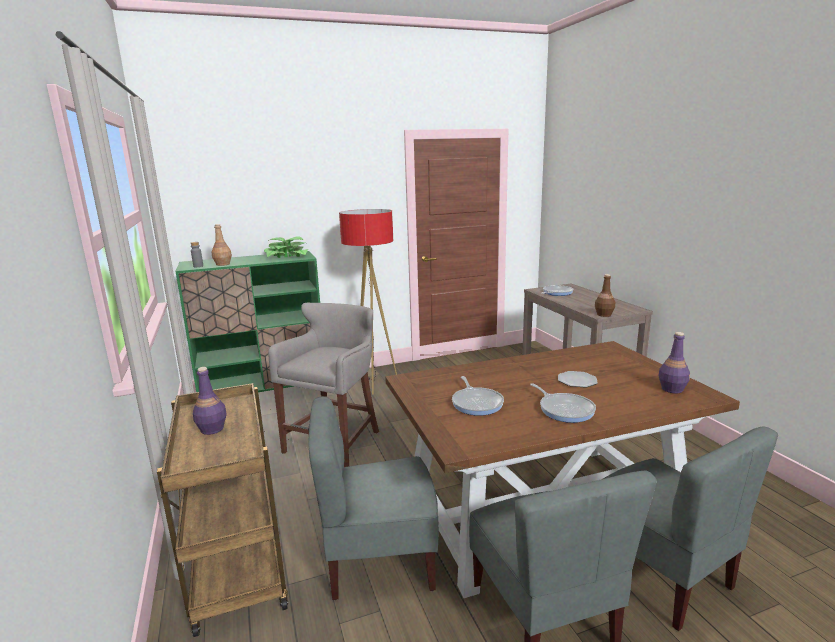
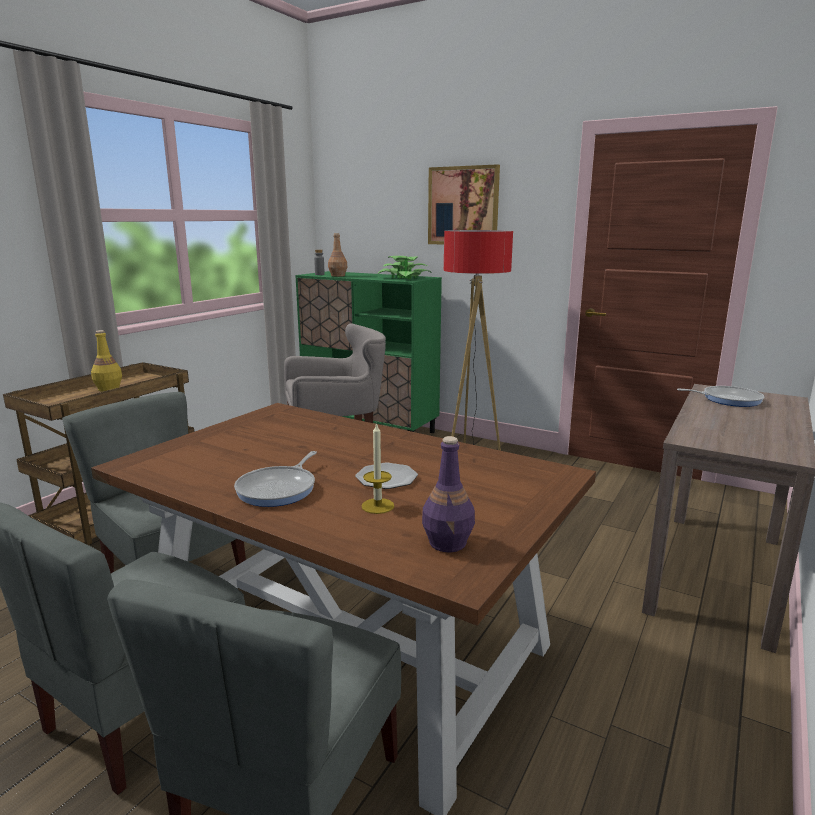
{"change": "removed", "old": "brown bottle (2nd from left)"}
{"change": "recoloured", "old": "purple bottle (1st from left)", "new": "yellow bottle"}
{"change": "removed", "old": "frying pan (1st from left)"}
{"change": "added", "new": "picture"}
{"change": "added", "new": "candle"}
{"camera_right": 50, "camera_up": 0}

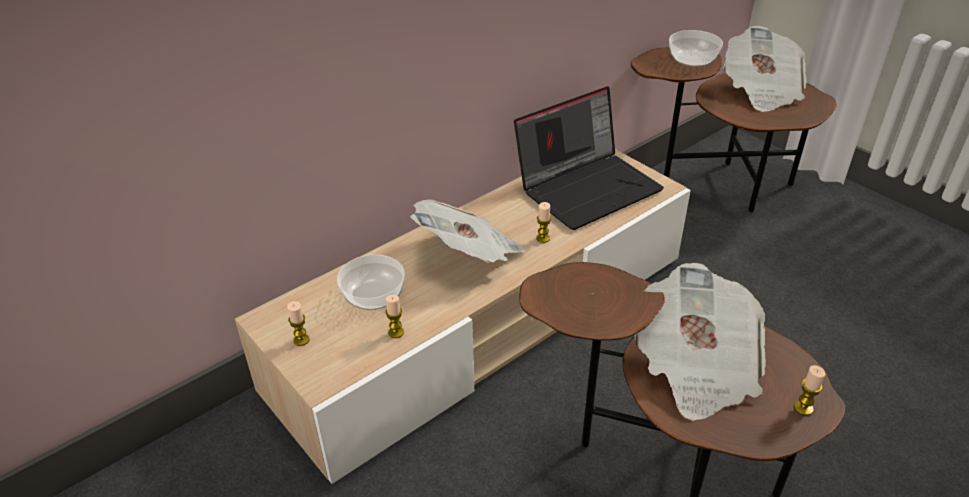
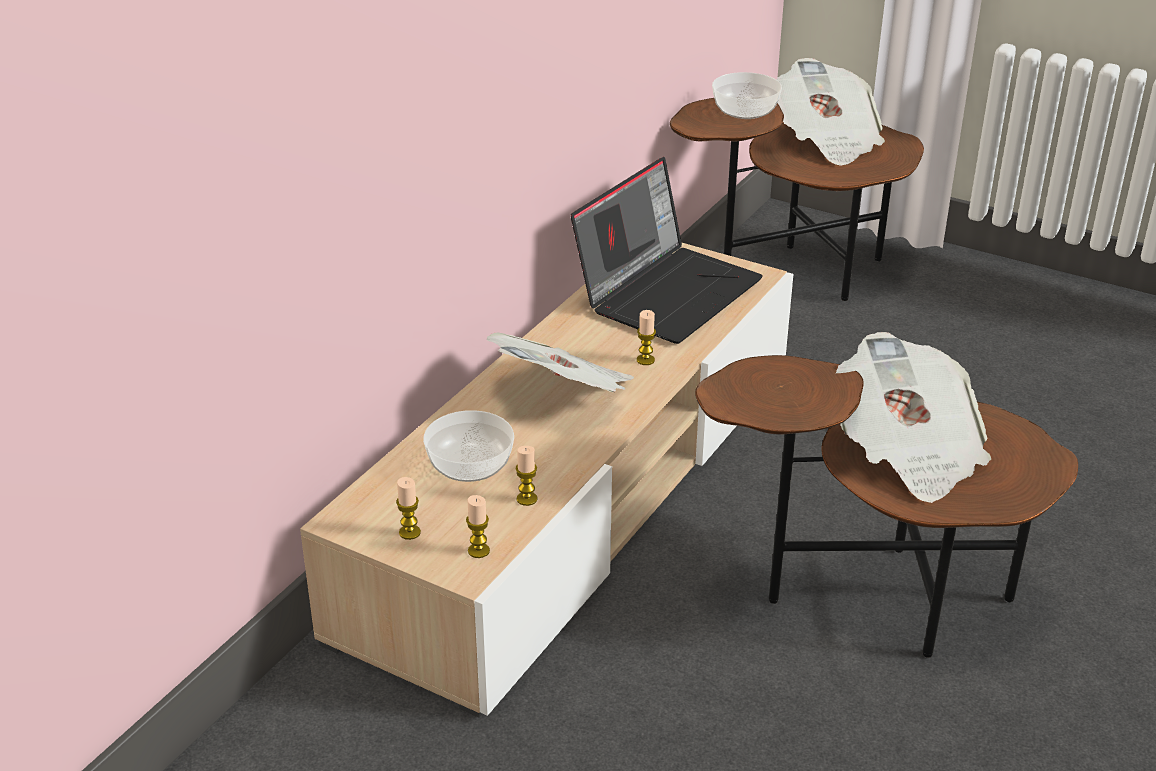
{"change": "moved", "old": "candle (4th from left in the first image)", "new": "candle (2nd from left)"}
{"camera_right": -20, "camera_up": -5}

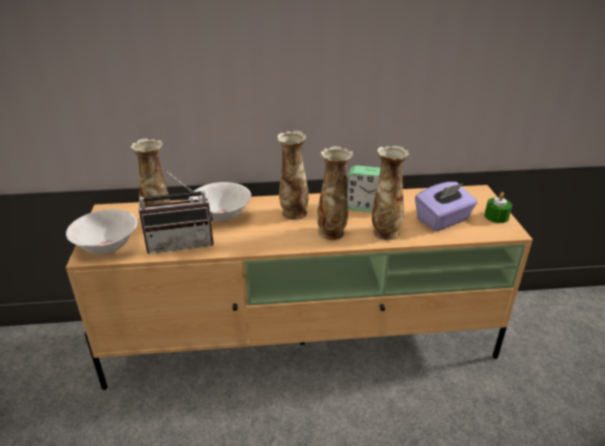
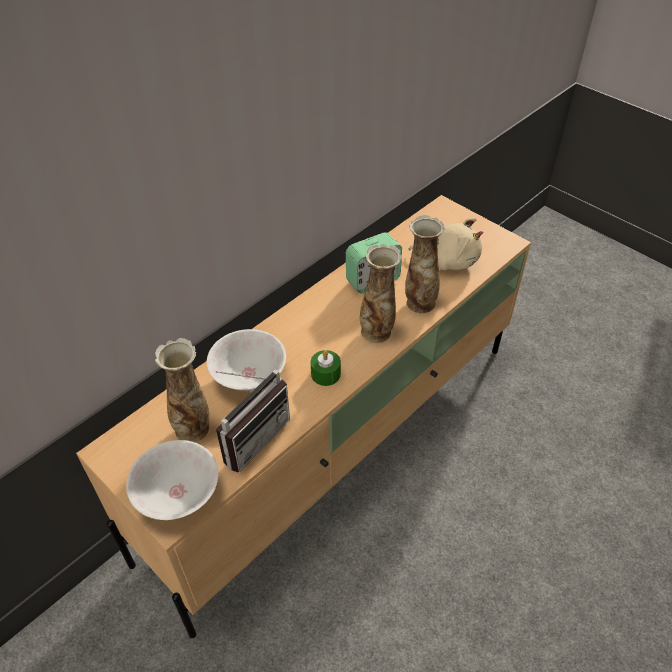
{"change": "removed", "old": "vase (2nd from left)"}
{"change": "replaced", "old": "purple tissue box", "new": "beige plush toy"}
{"change": "moved", "old": "green candle"}
{"camera_right": -40, "camera_up": 15}

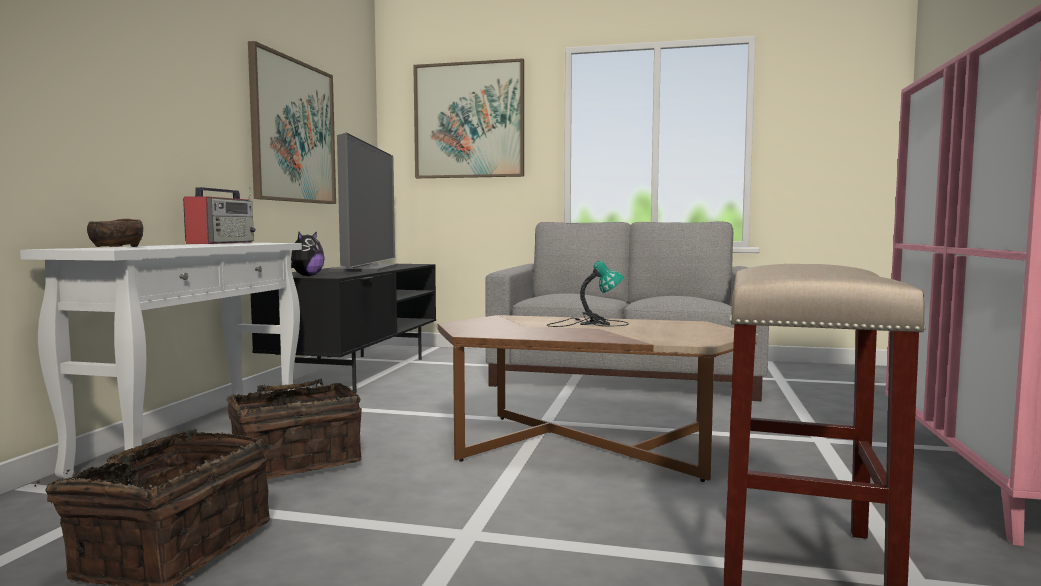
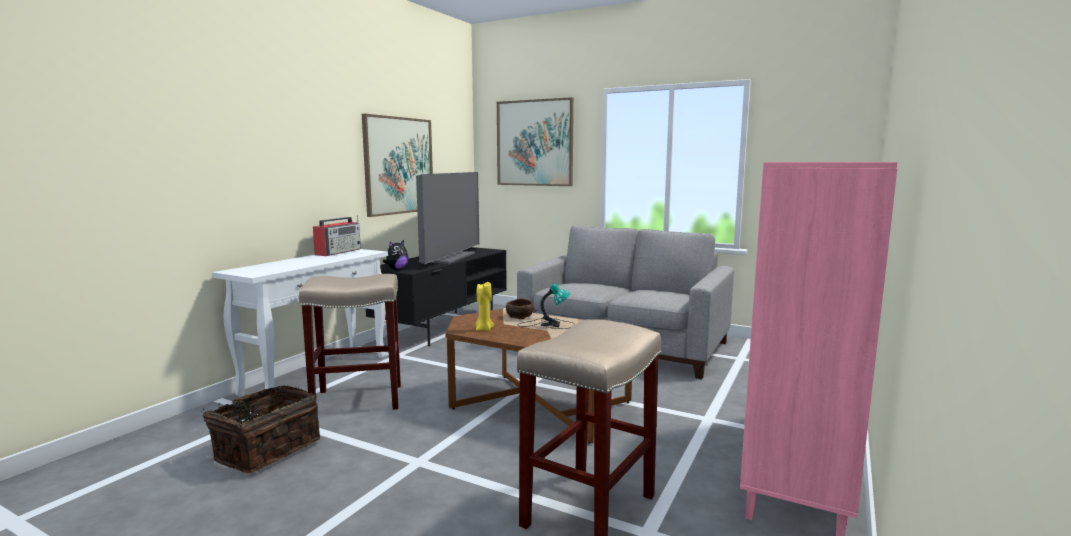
{"change": "moved", "old": "brown bowl"}
{"change": "replaced", "old": "basket (2nd from left)", "new": "beige stool (1st from left)"}
{"change": "added", "new": "yellow candle"}
{"camera_right": 15, "camera_up": 5}

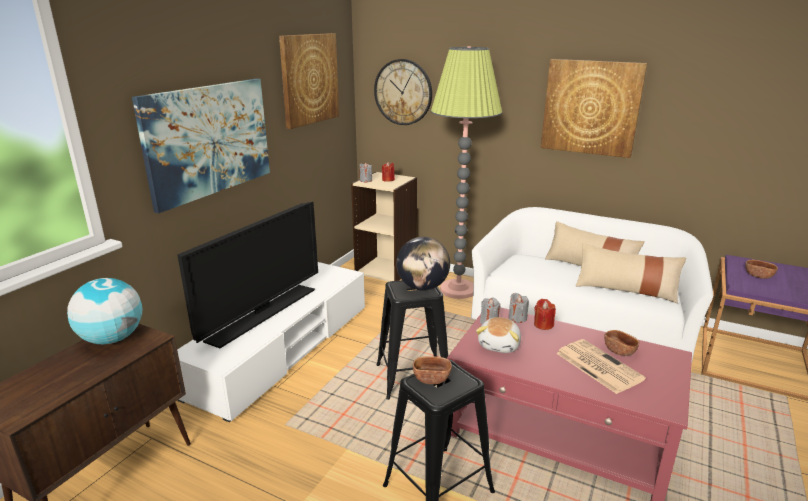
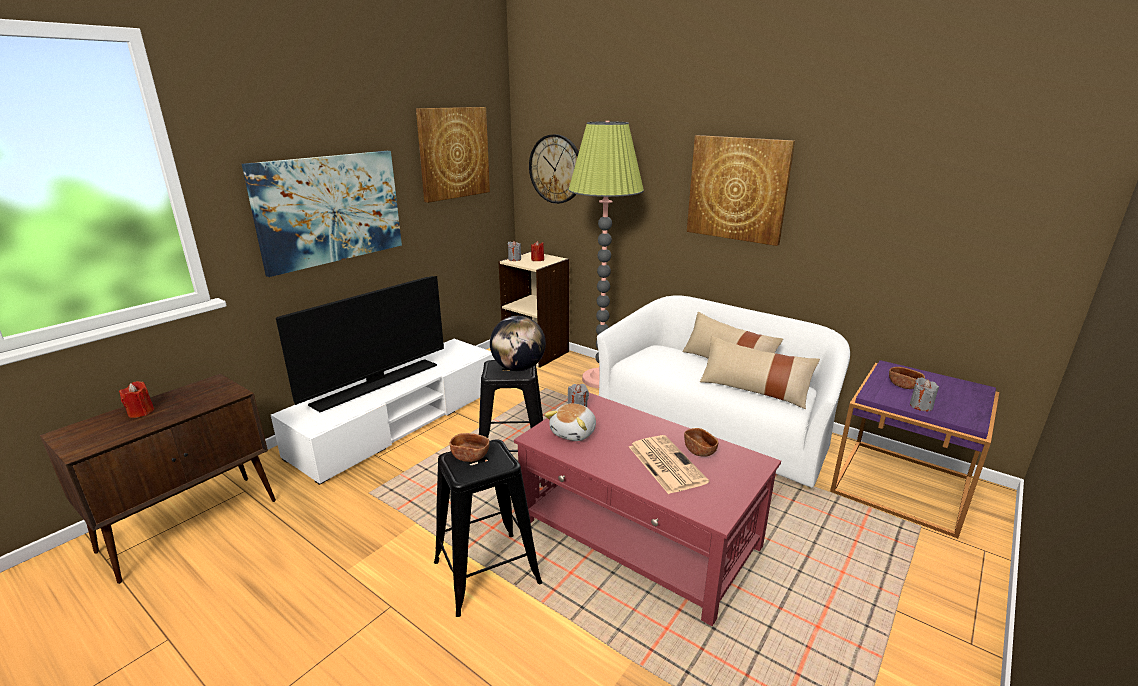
{"change": "removed", "old": "globe (1st from left)"}
{"change": "moved", "old": "grey candle (3rd from left)"}
{"change": "moved", "old": "red candle (2nd from left in the first image)", "new": "red candle (1st from left)"}
{"camera_right": 10, "camera_up": 0}

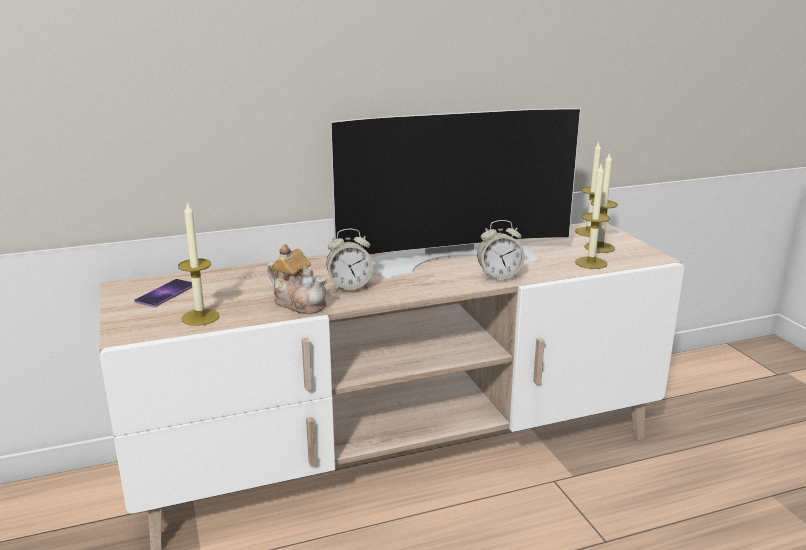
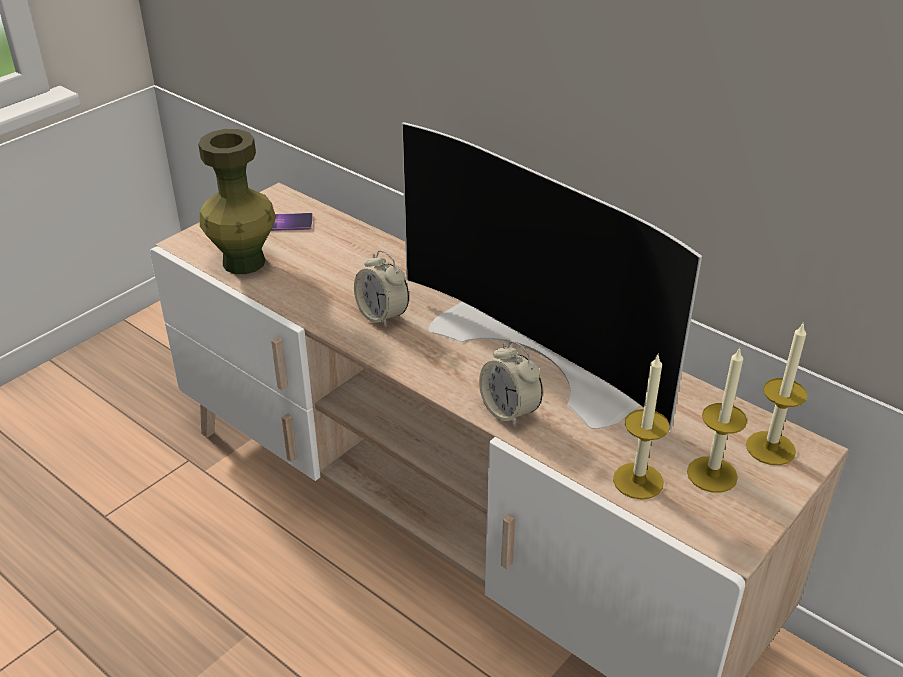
{"change": "replaced", "old": "candle (1st from left)", "new": "green vase"}
{"change": "removed", "old": "teapot"}
{"camera_right": 60, "camera_up": 15}

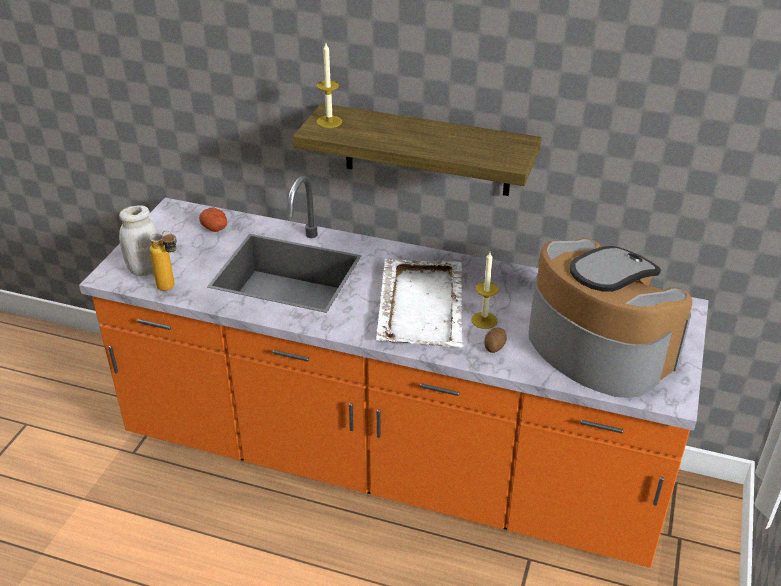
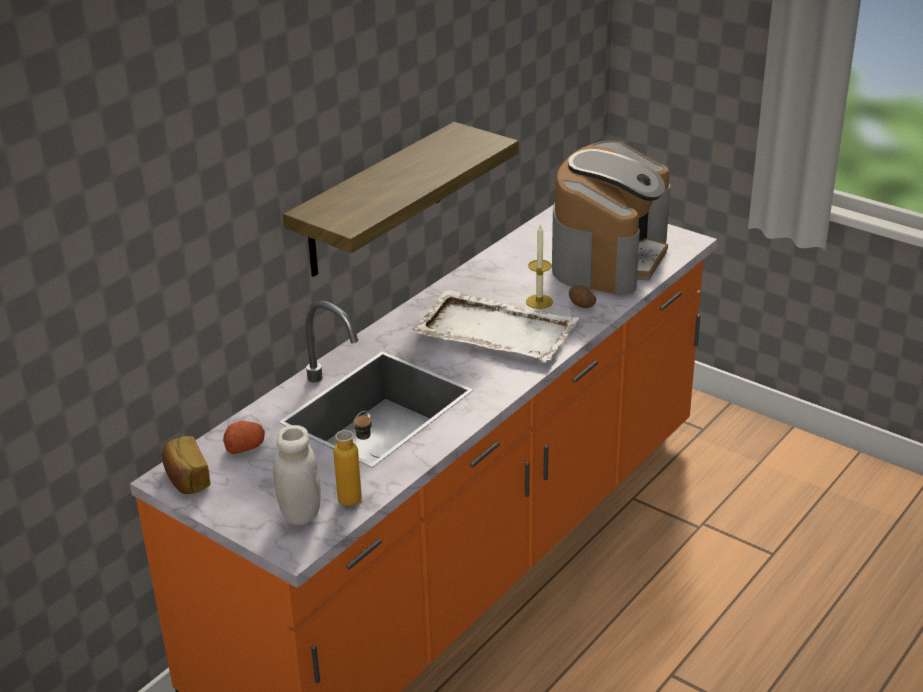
{"change": "removed", "old": "candle (1st from left)"}
{"change": "turned", "old": "coffee machine", "degrees": 135}
{"change": "added", "new": "bread"}
{"camera_right": -70, "camera_up": -5}

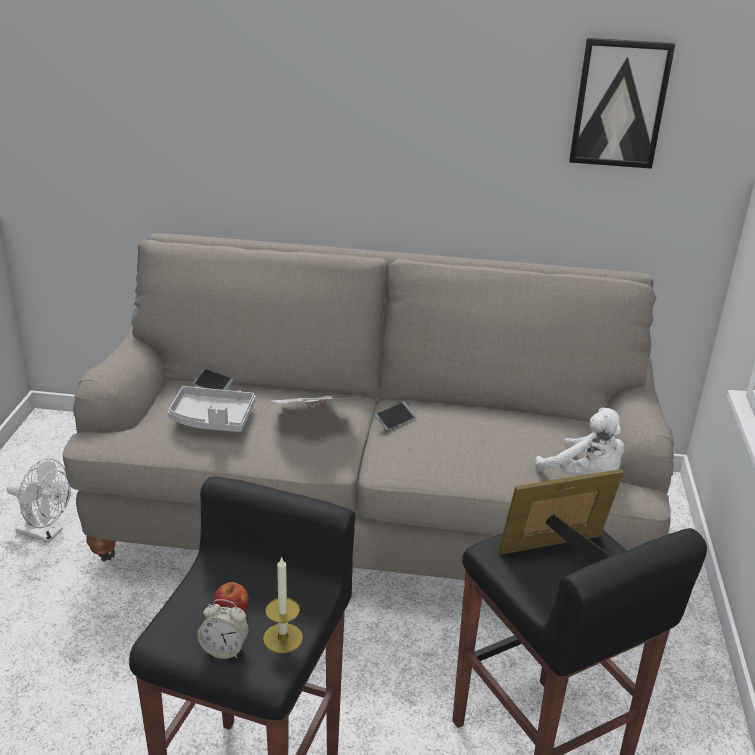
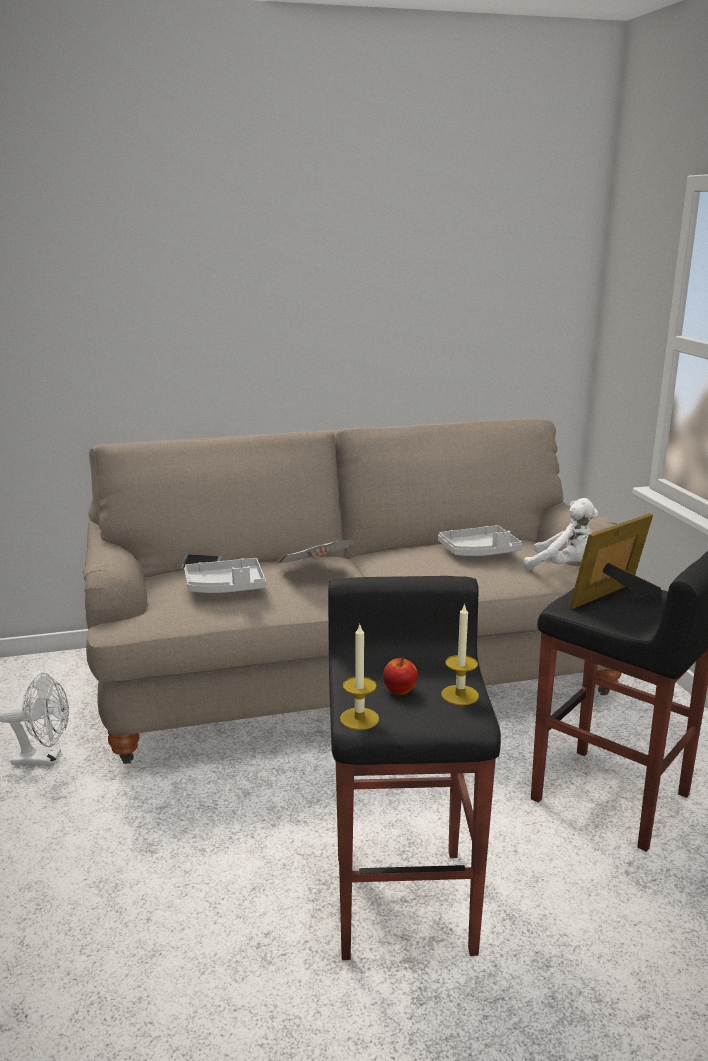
{"change": "removed", "old": "picture"}
{"change": "removed", "old": "phone (2nd from left)"}
{"change": "removed", "old": "alarm clock"}
{"change": "added", "new": "grey tray (2nd from left)"}
{"change": "added", "new": "candle (1st from left)"}
{"camera_right": -20, "camera_up": -10}

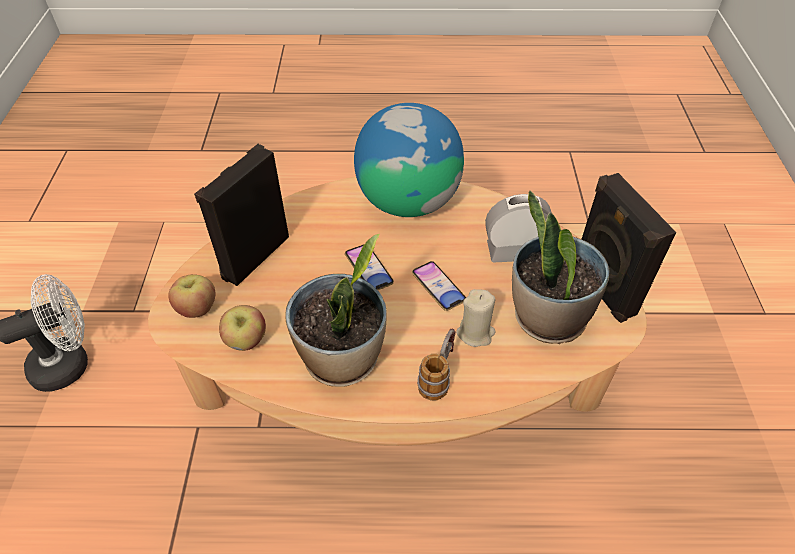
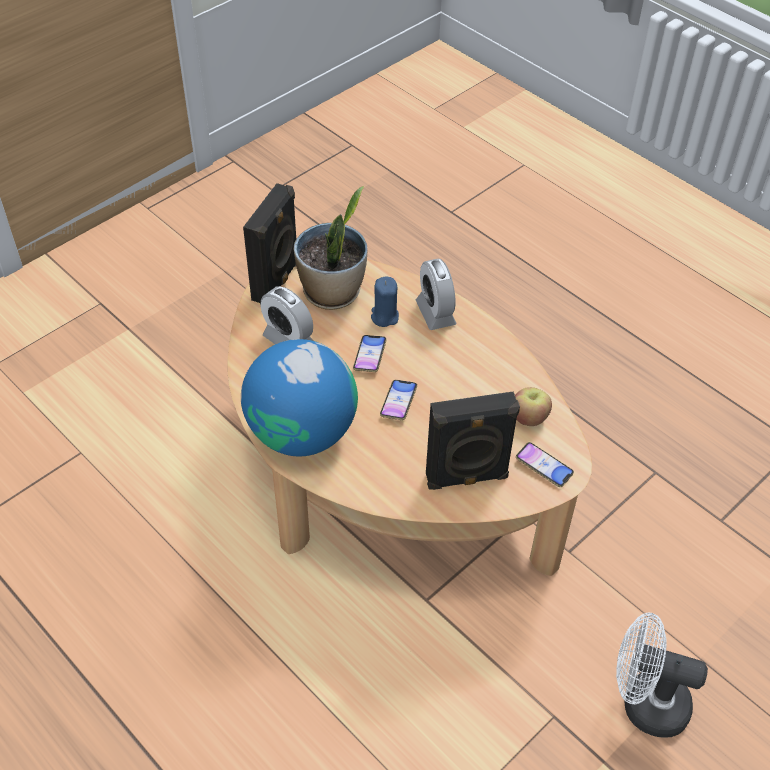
{"change": "removed", "old": "potted plant (1st from left)"}
{"change": "replaced", "old": "apple (1st from left)", "new": "phone (3rd from left)"}
{"change": "recoloured", "old": "beige candle", "new": "blue candle"}
{"change": "replaced", "old": "mug", "new": "alarm clock (2nd from left)"}
{"camera_right": -135, "camera_up": 0}

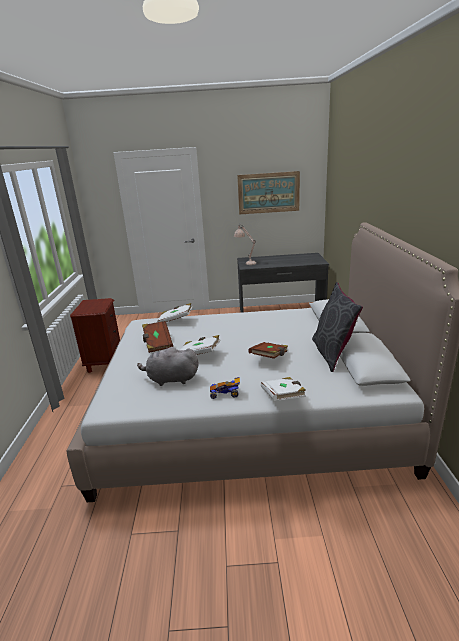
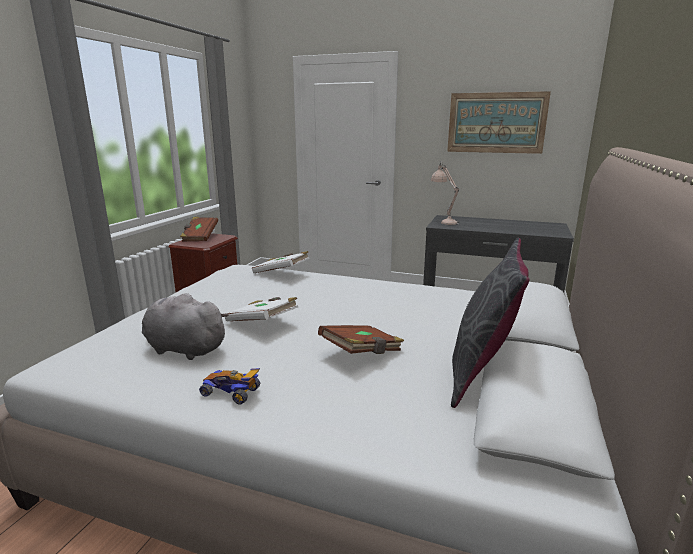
{"change": "moved", "old": "brown book (1st from left)"}
{"change": "removed", "old": "white book (3rd from left)"}
{"camera_right": 20, "camera_up": -5}

